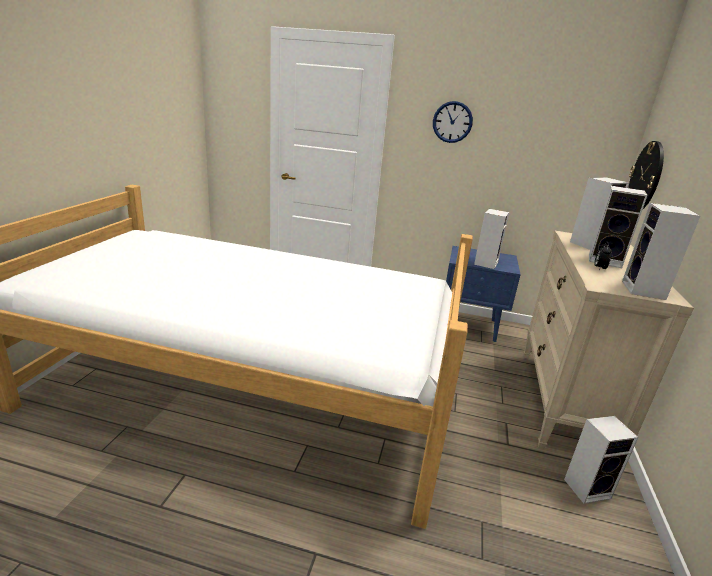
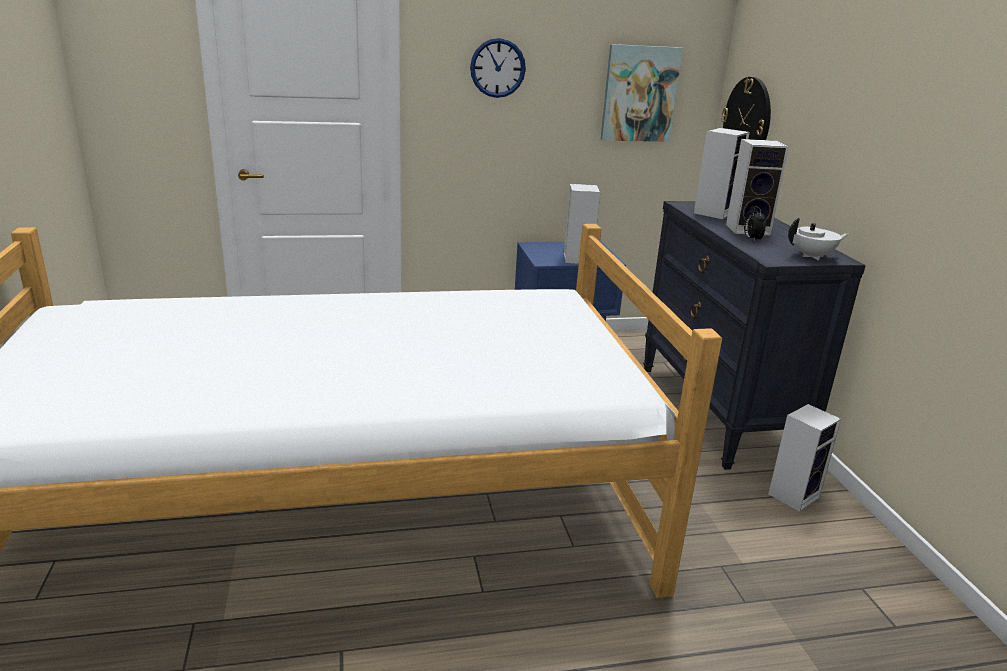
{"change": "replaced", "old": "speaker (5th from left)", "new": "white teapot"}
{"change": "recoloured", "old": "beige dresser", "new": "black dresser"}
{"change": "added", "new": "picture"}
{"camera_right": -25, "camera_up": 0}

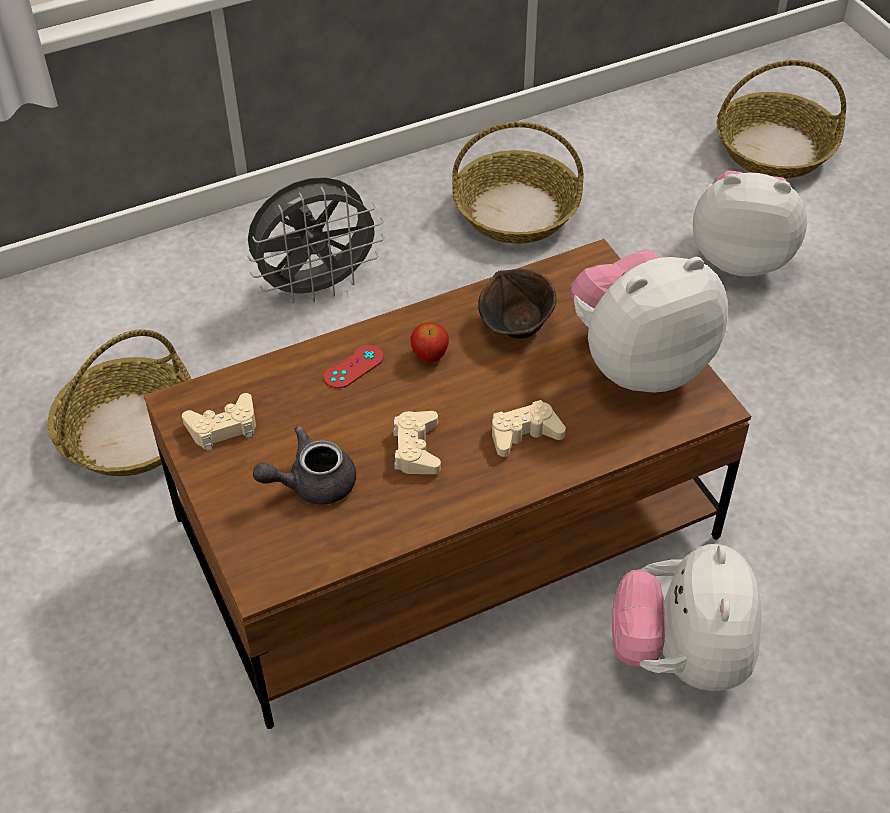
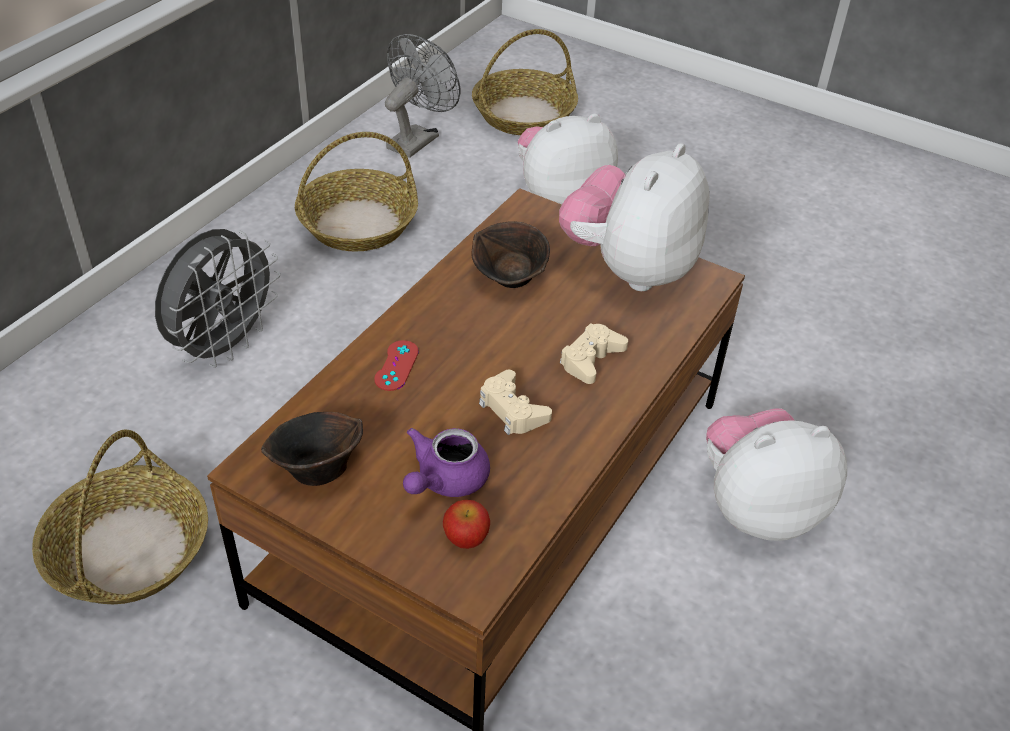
{"change": "moved", "old": "apple"}
{"change": "replaced", "old": "beige game controller (1st from left)", "new": "brown bowl (1st from left)"}
{"change": "recoloured", "old": "grey teapot", "new": "purple teapot"}
{"change": "turned", "old": "plush toy (2nd from left in the first image)", "degrees": 105}
{"change": "added", "new": "grey fan (2nd from left)"}
{"camera_right": -35, "camera_up": -5}

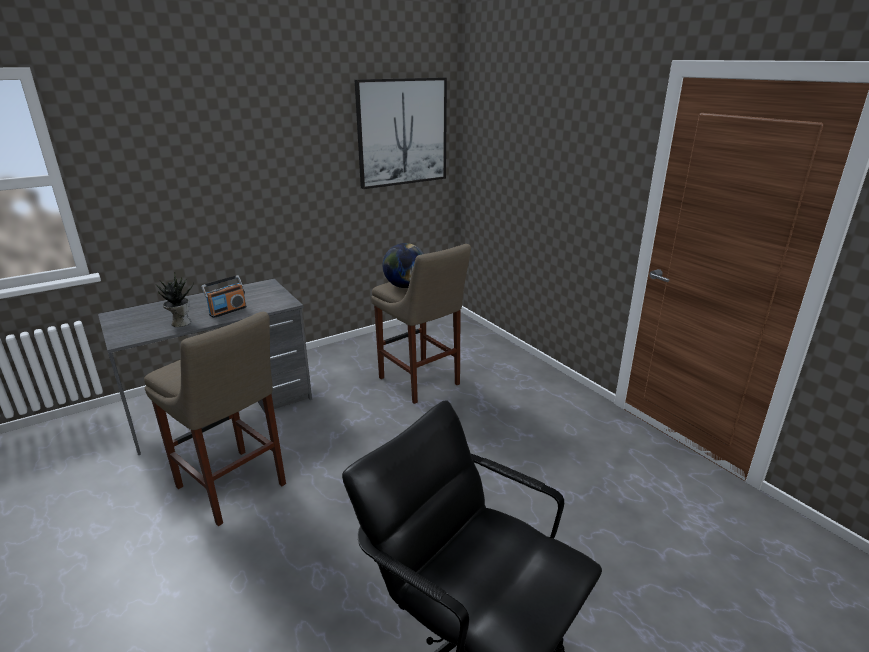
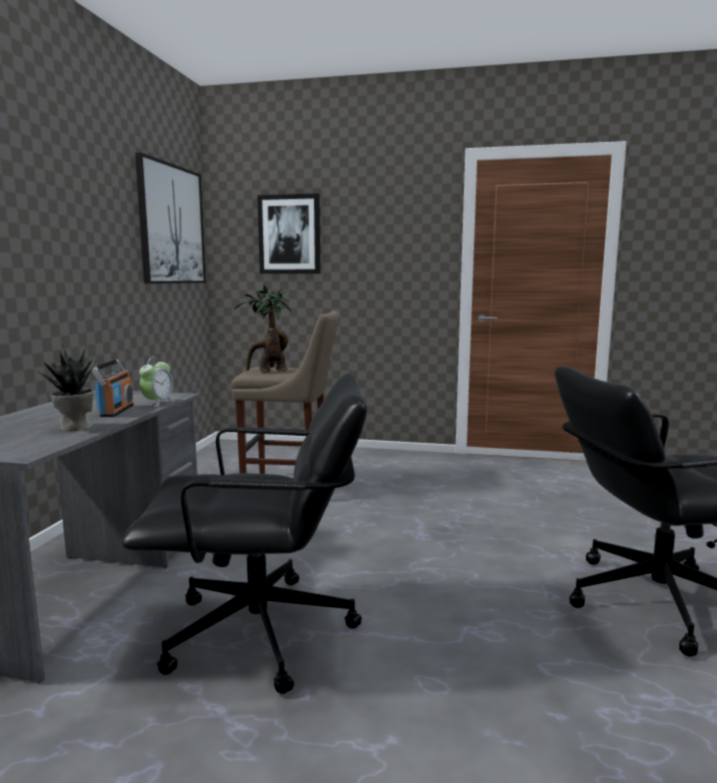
{"change": "replaced", "old": "globe", "new": "potted plant (2nd from left)"}
{"change": "replaced", "old": "beige stool (1st from left)", "new": "black office chair (1st from left)"}
{"change": "added", "new": "picture (2nd from left)"}
{"change": "added", "new": "alarm clock"}
{"camera_right": -45, "camera_up": -15}

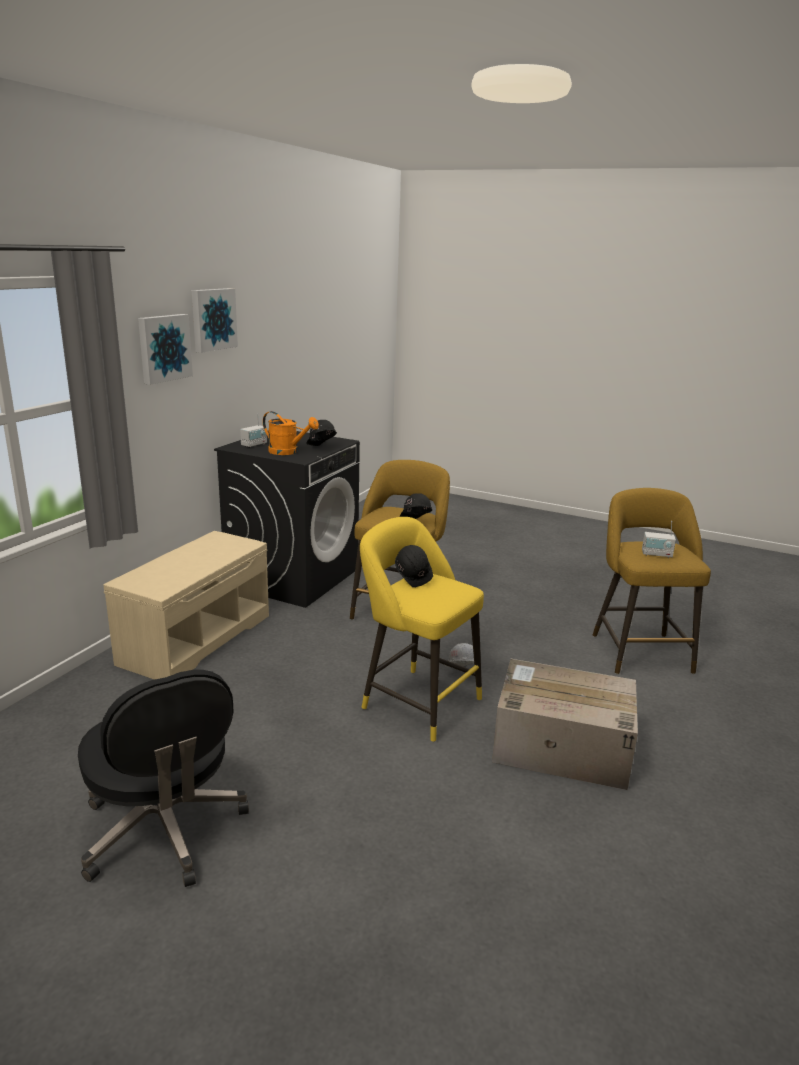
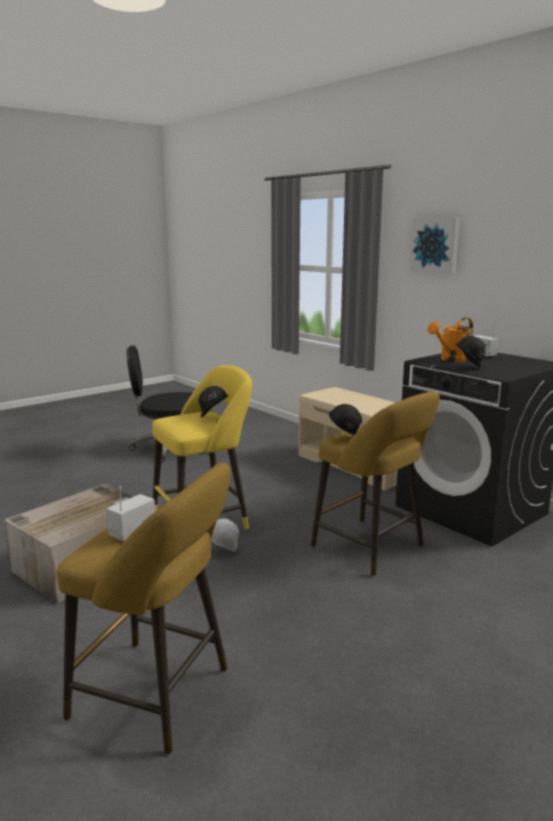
{"change": "removed", "old": "picture (2nd from left)"}
{"camera_right": 115, "camera_up": -5}

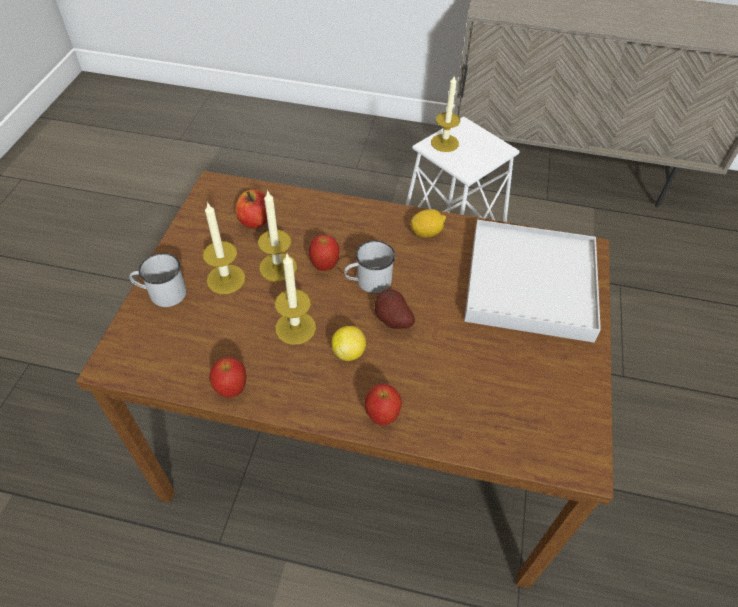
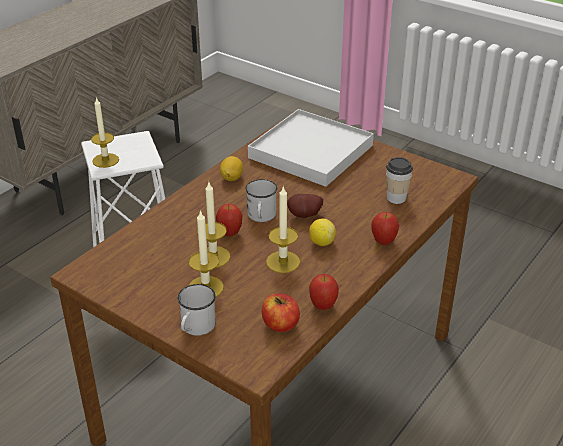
{"change": "moved", "old": "apple (2nd from left)"}
{"change": "added", "new": "cup"}
{"camera_right": -65, "camera_up": -15}

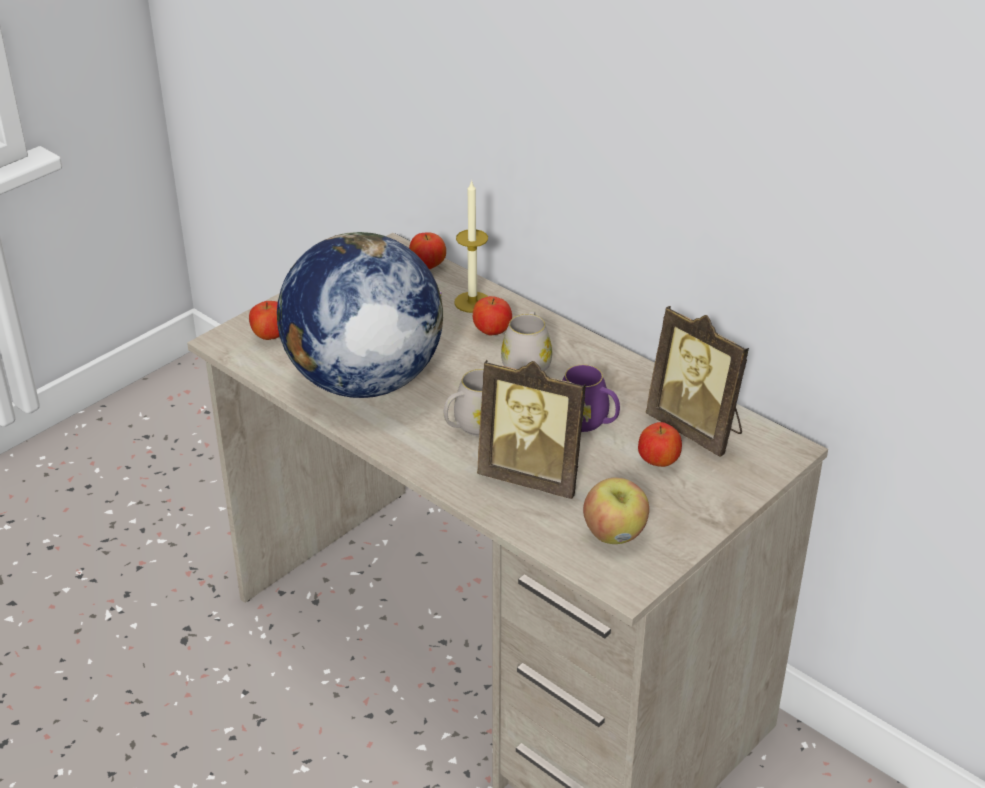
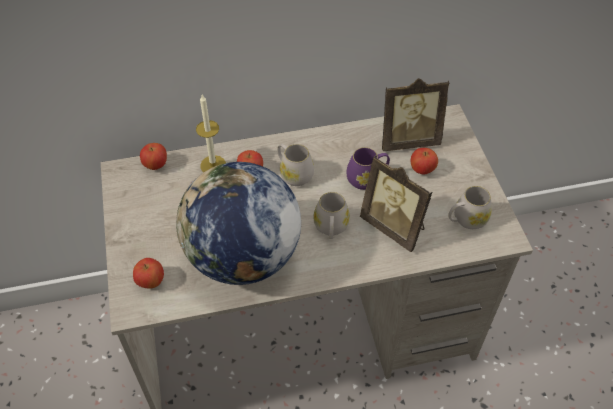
{"change": "turned", "old": "picture frame (1st from left)", "degrees": 75}
{"change": "replaced", "old": "apple (4th from left)", "new": "white mug (3rd from left)"}
{"camera_right": -55, "camera_up": 15}

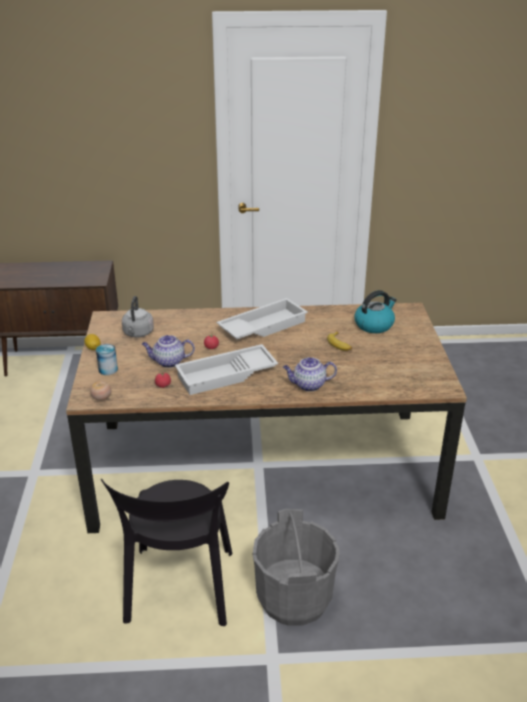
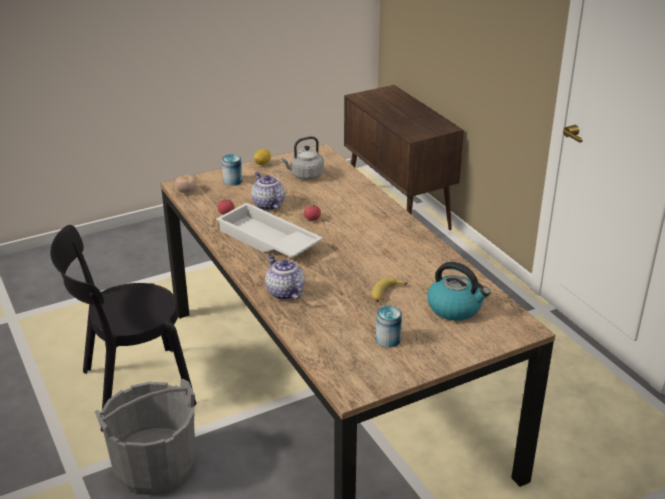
{"change": "removed", "old": "white tray (2nd from left)"}
{"change": "added", "new": "can (2nd from left)"}
{"camera_right": 65, "camera_up": 0}

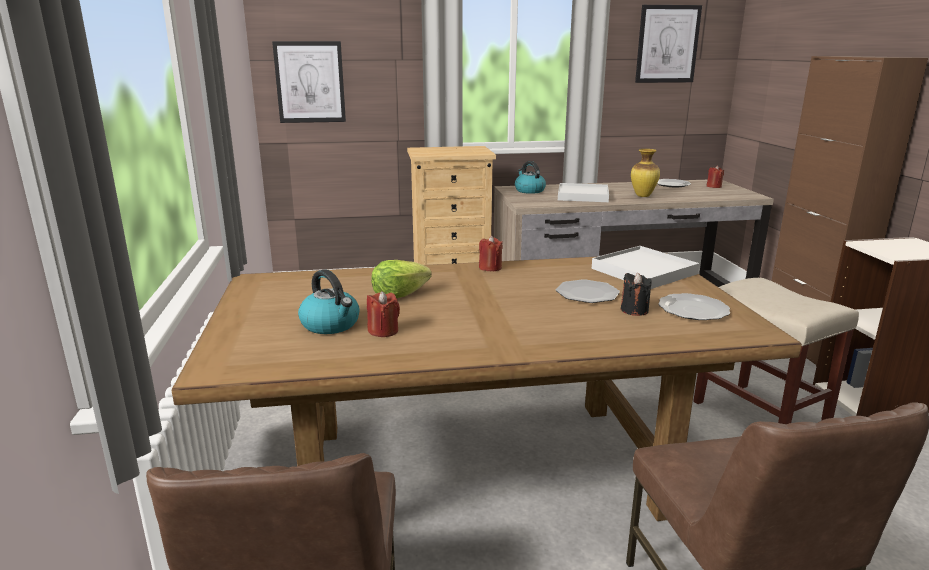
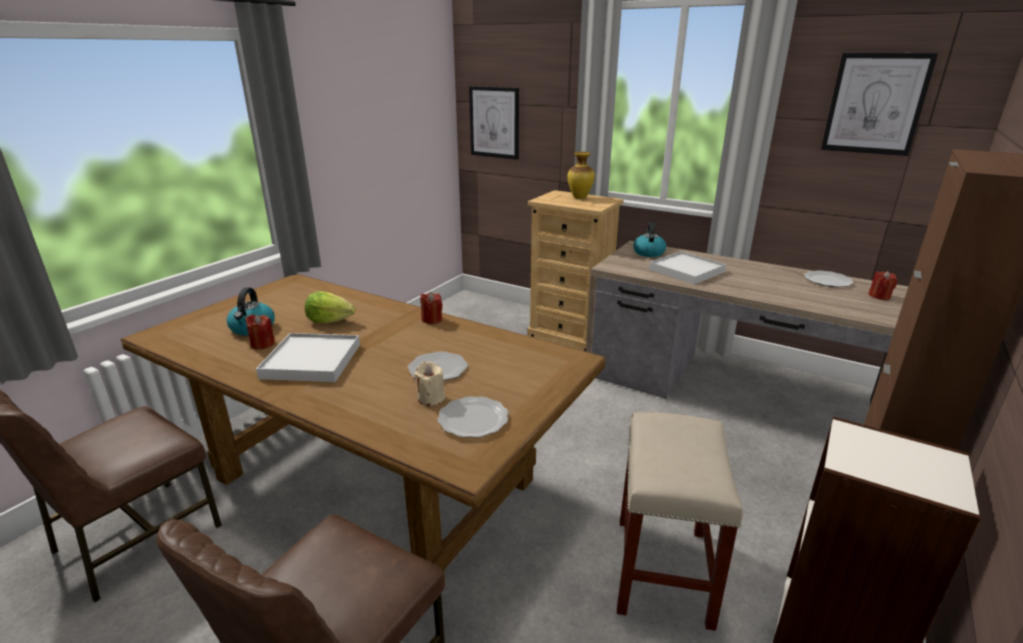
{"change": "moved", "old": "vase"}
{"change": "moved", "old": "white tray (2nd from left in the first image)", "new": "white tray (1st from left)"}
{"change": "recoloured", "old": "black candle", "new": "beige candle"}
{"camera_right": 40, "camera_up": 5}

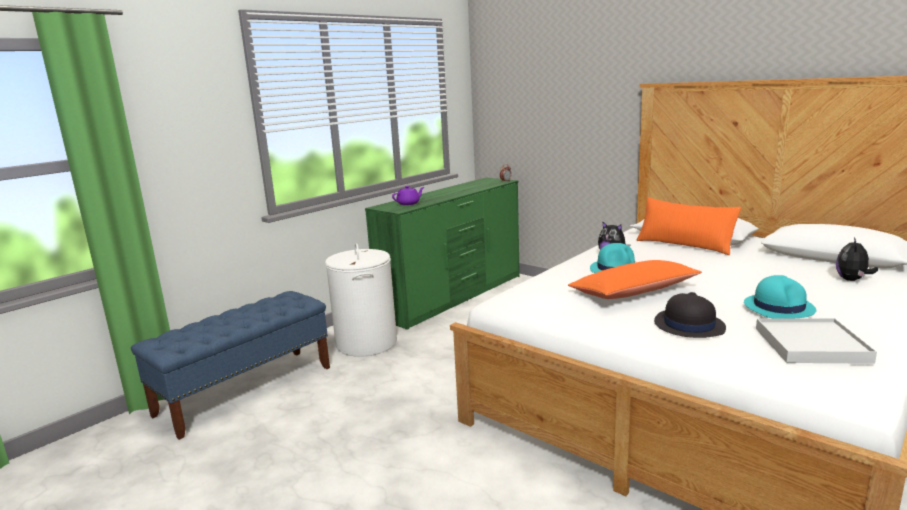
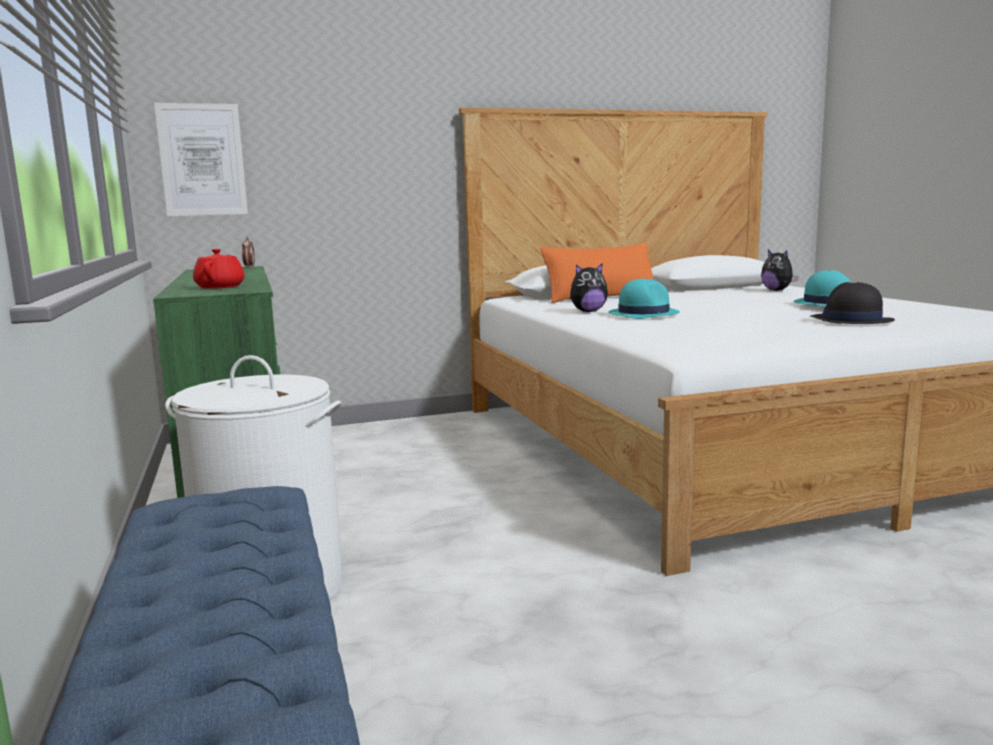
{"change": "recoloured", "old": "purple teapot", "new": "red teapot"}
{"change": "removed", "old": "orange pillow (1st from left)"}
{"change": "removed", "old": "white tray"}
{"change": "added", "new": "picture"}
{"camera_right": -60, "camera_up": -5}

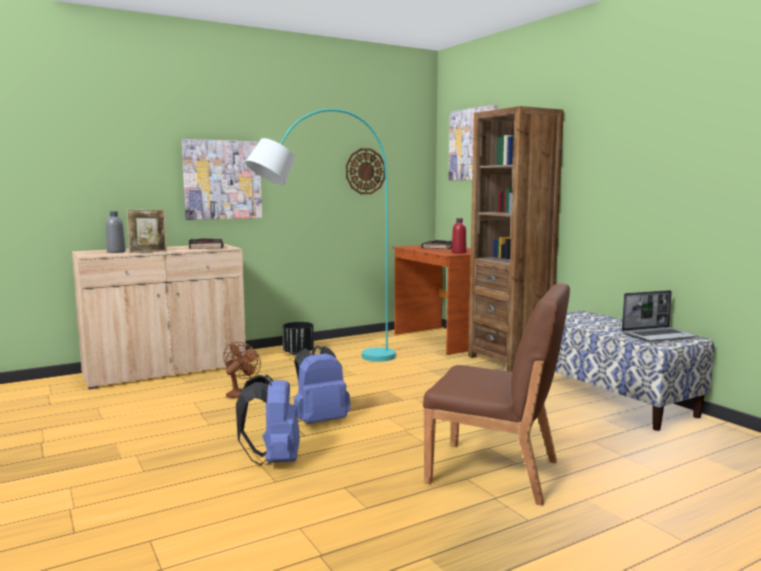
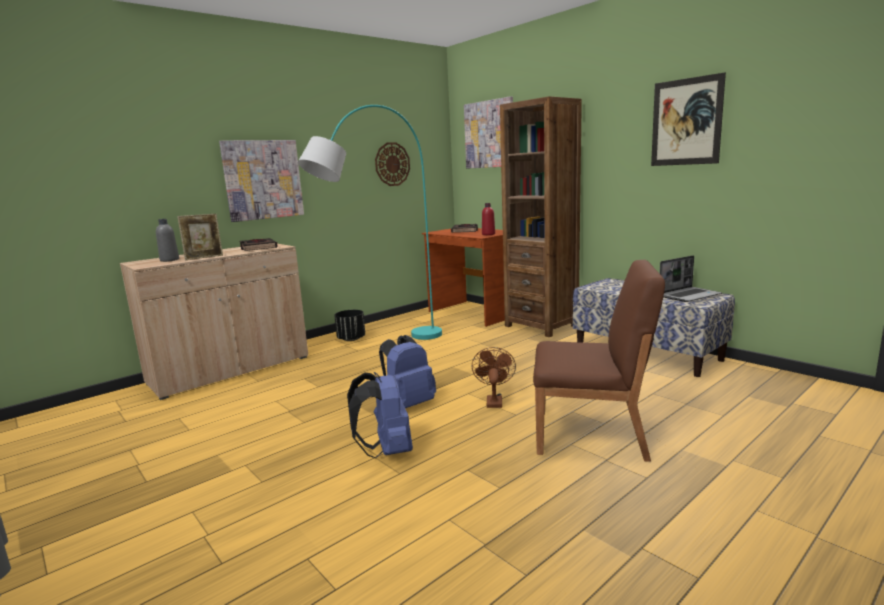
{"change": "moved", "old": "brown fan"}
{"change": "added", "new": "picture (3rd from left)"}
{"camera_right": -10, "camera_up": 5}

